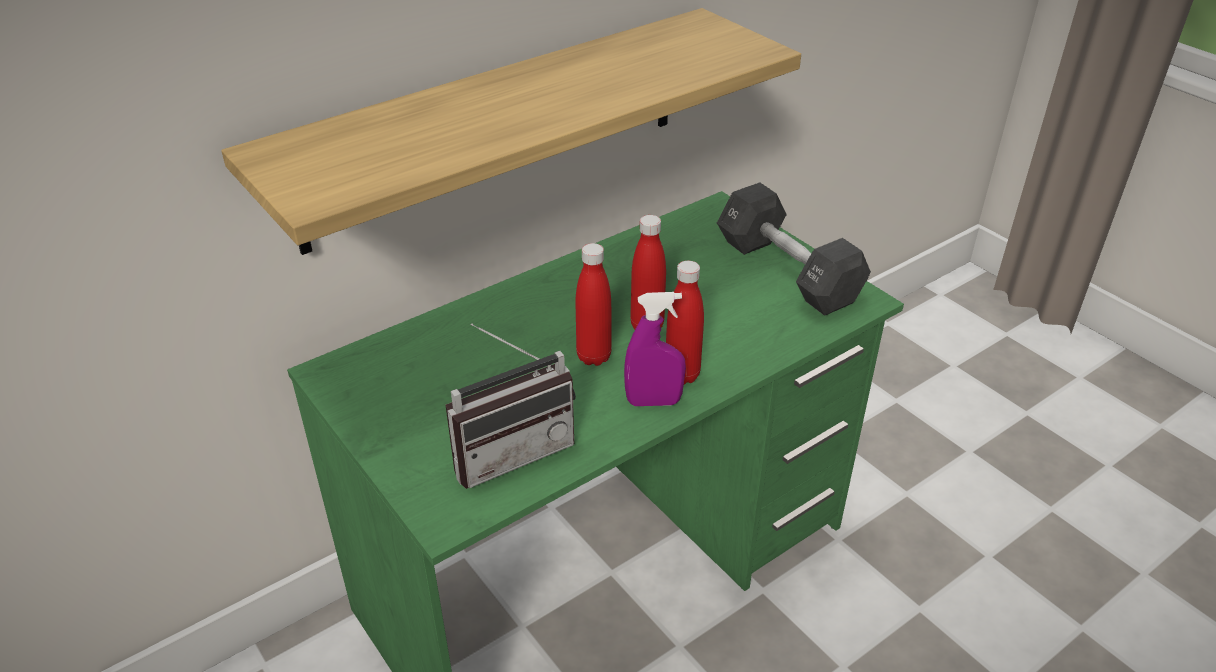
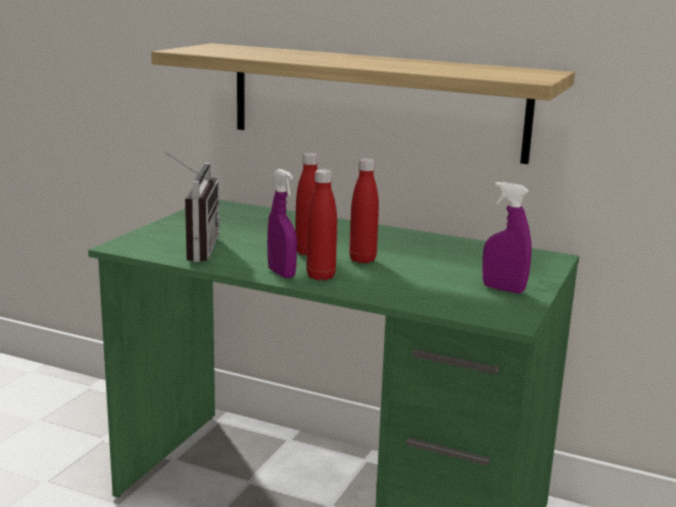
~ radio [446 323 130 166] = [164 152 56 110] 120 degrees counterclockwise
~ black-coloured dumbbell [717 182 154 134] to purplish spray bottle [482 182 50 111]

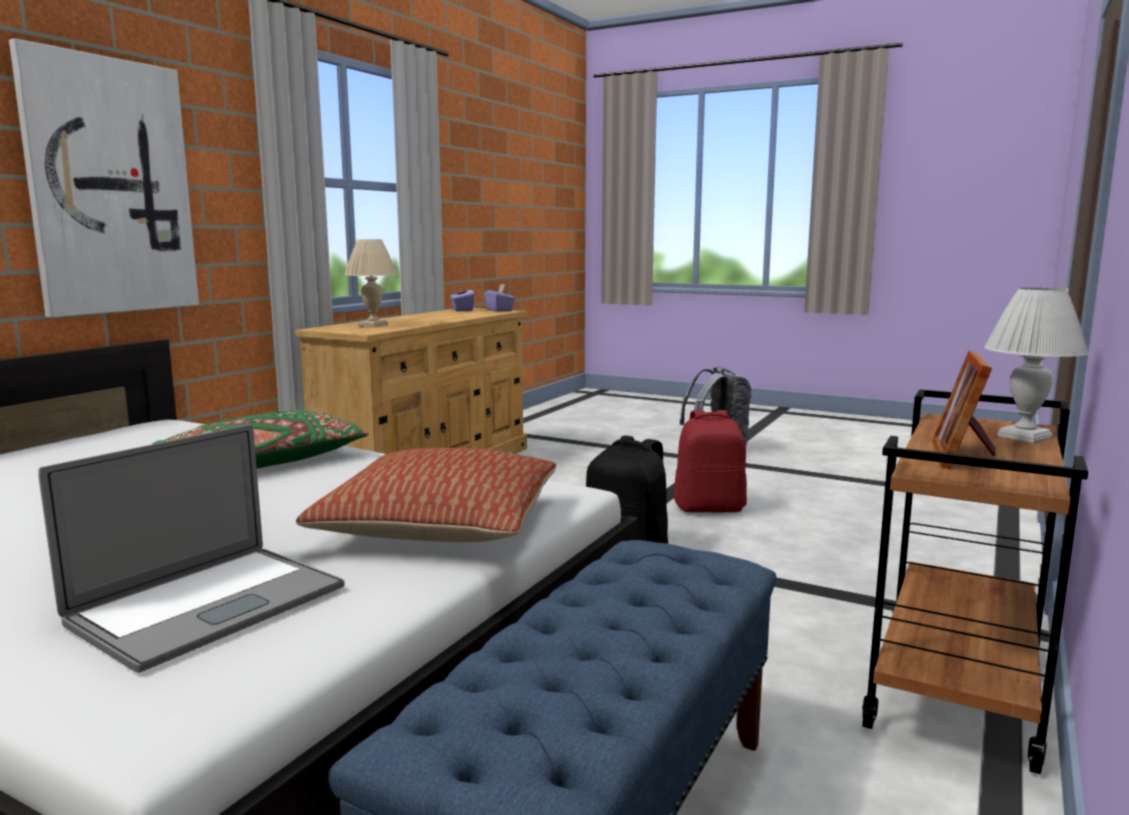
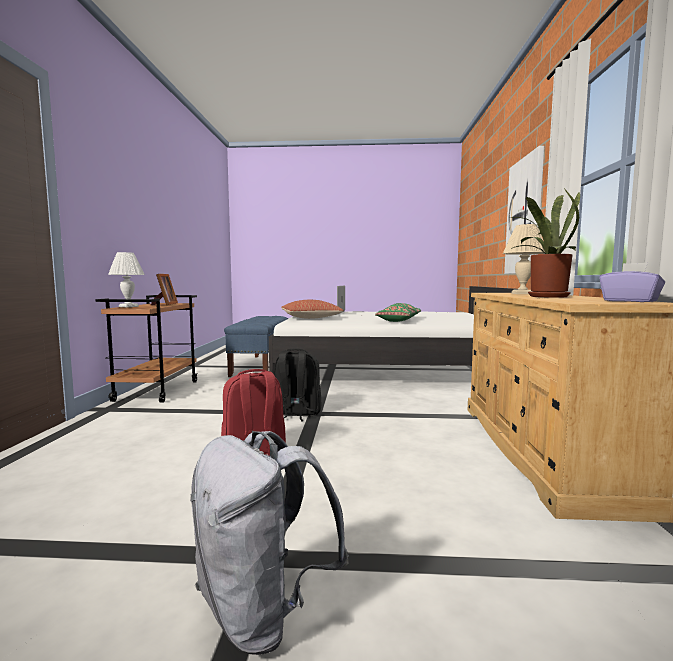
+ plant in a pot [510 188 70 110]
- purplish tissue holder [484 284 31 28]

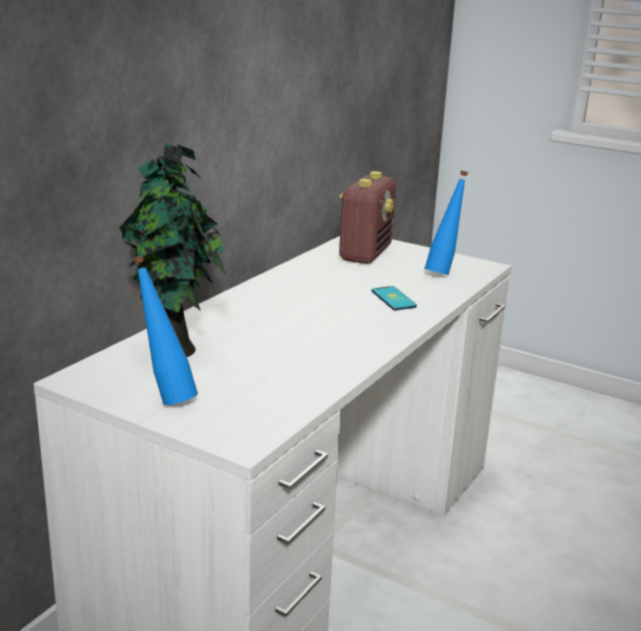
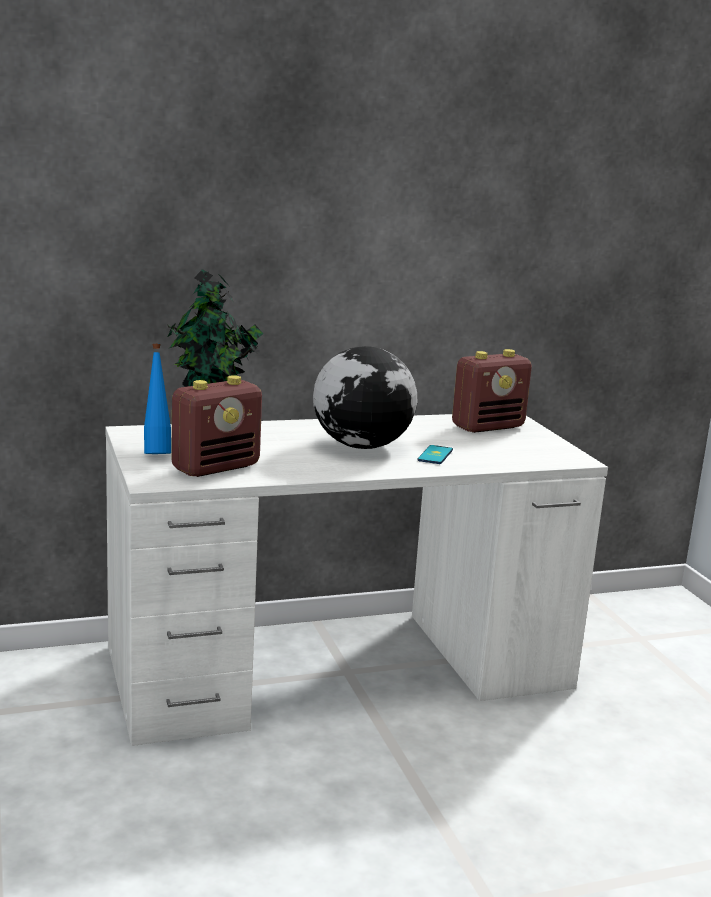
+ radio [171 375 91 102]
+ world globe [313 346 104 103]
- bluish bottle [425 171 43 104]

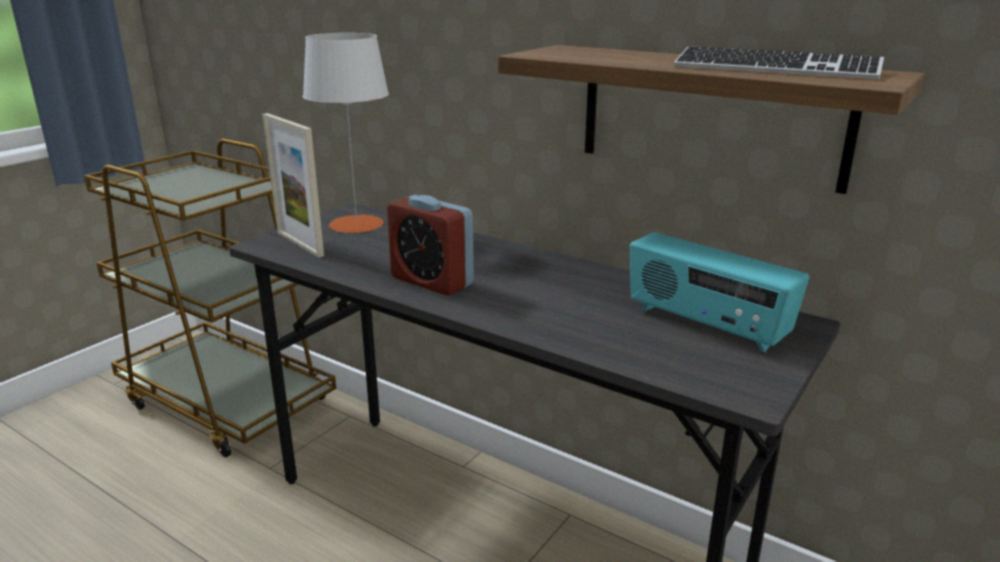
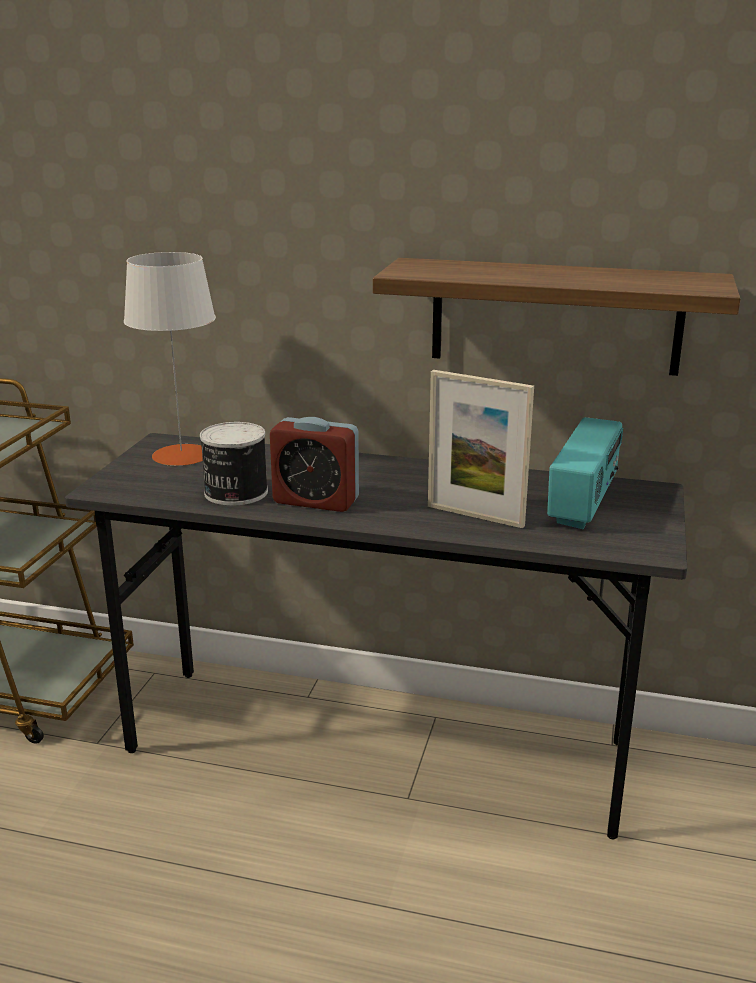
+ can [200 422 68 84]
~ photo frame [262 113 62 144] to [428 370 106 158]
~ radio [630 232 180 121] = [547 417 76 112] 90 degrees counterclockwise
- computer keyboard [674 46 210 33]

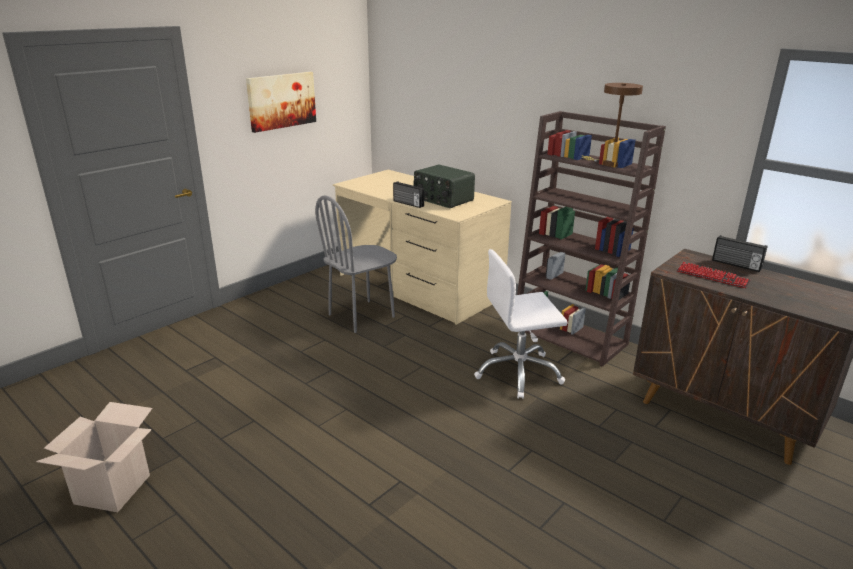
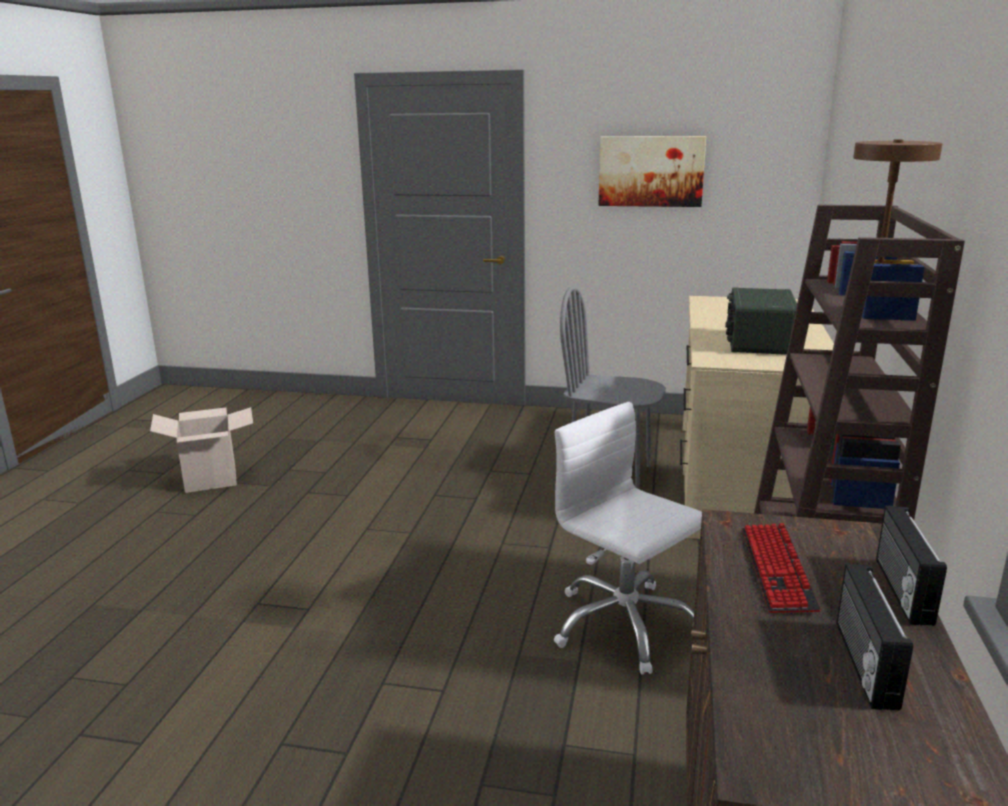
~ radio [393 181 31 27] to [837 564 76 147]

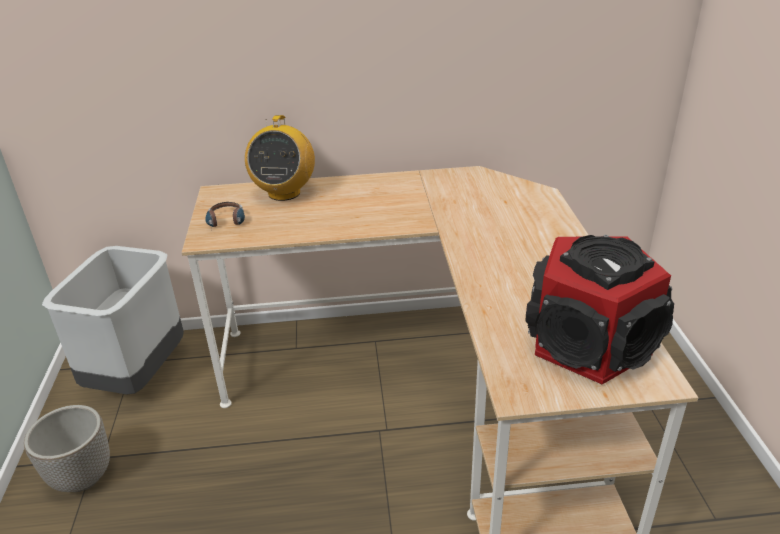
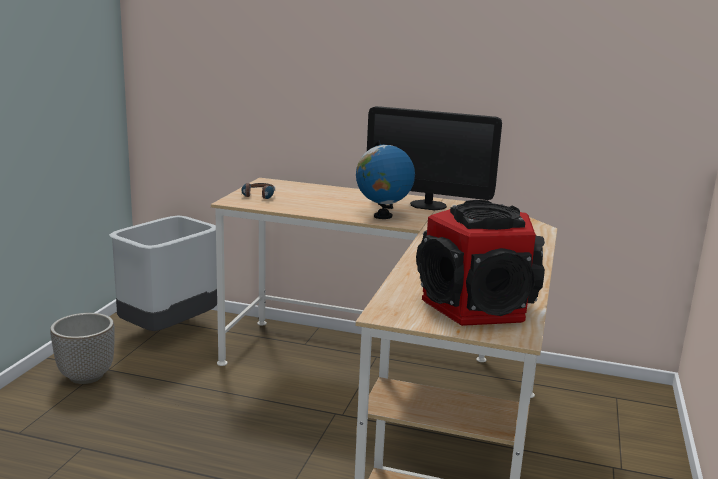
+ world globe [356 140 59 79]
+ computer display [367 106 135 104]
- radio [245 115 70 86]

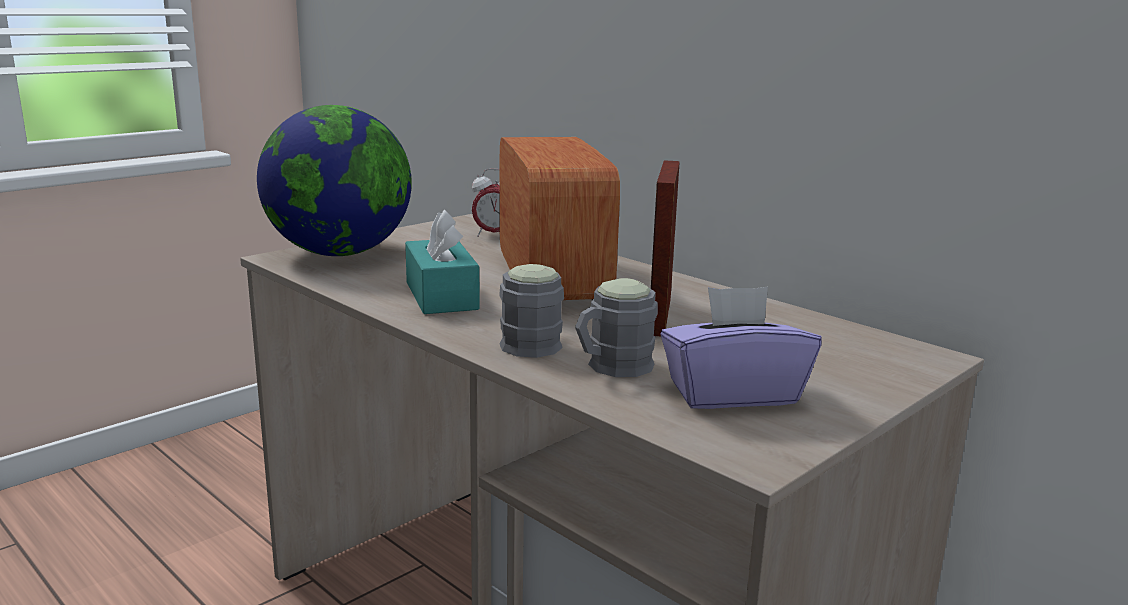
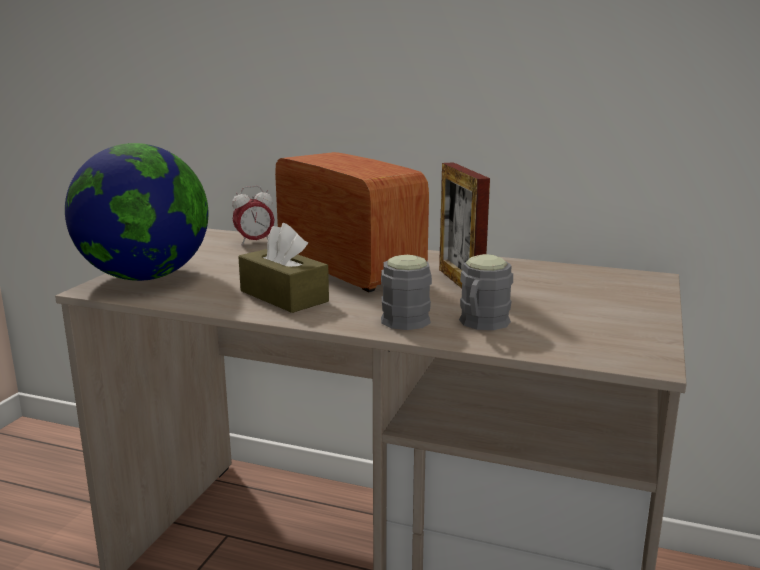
~ blue-green tissue holder [405 210 75 104] to brown-coloured tissue holder [238 223 91 90]
- purplish tissue holder [660 287 161 122]

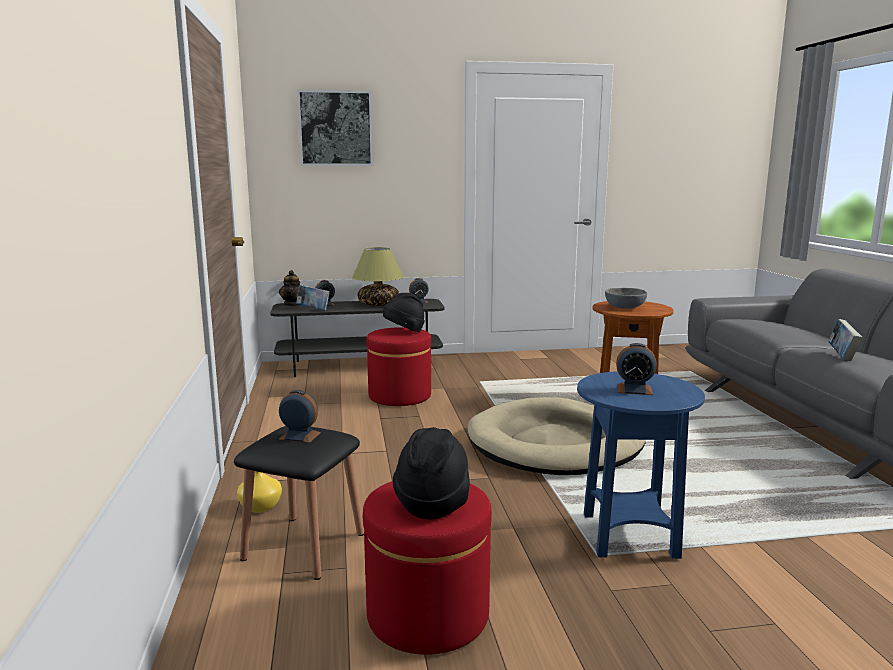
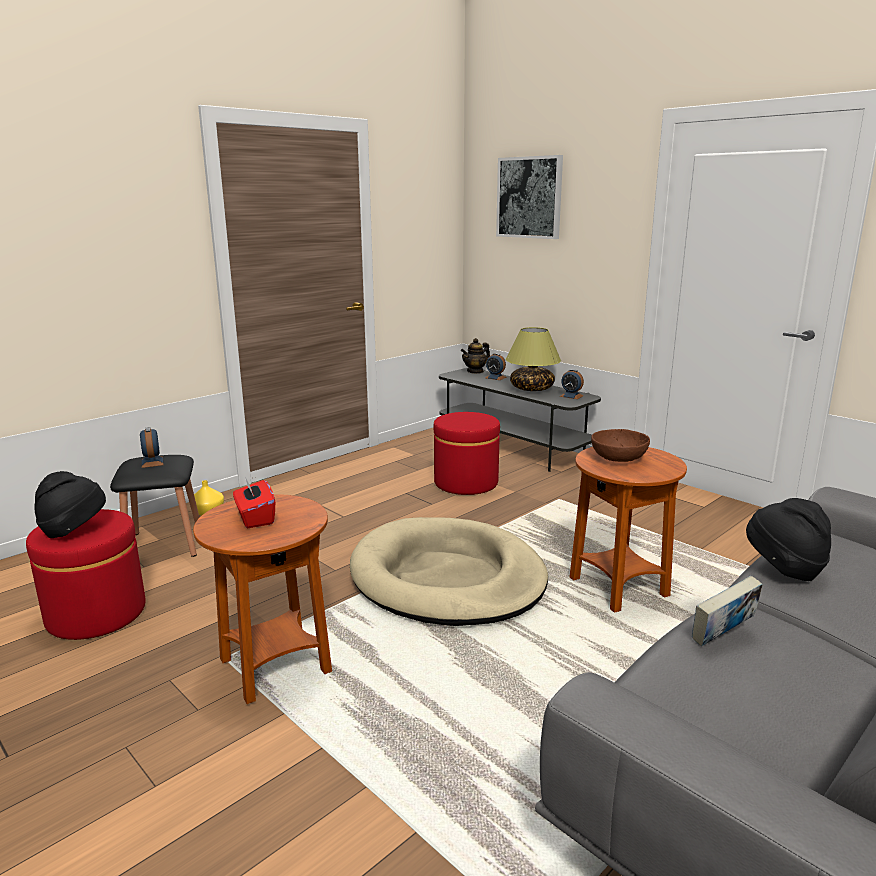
~ bluish side table [577 371 128 188] to brown-coloured side table [193 494 139 210]
~ alarm clock [616 343 41 52] to red tissue holder [233 477 42 51]
~ greyish bowl [605 288 42 21] to brown-coloured bowl [591 429 59 33]
~ black-coloured clothing hat [383 293 42 39] to [746 498 85 83]
- book [296 285 34 25]

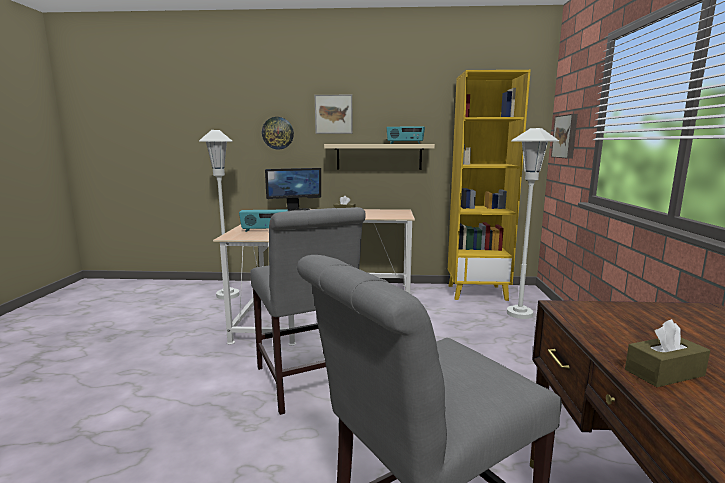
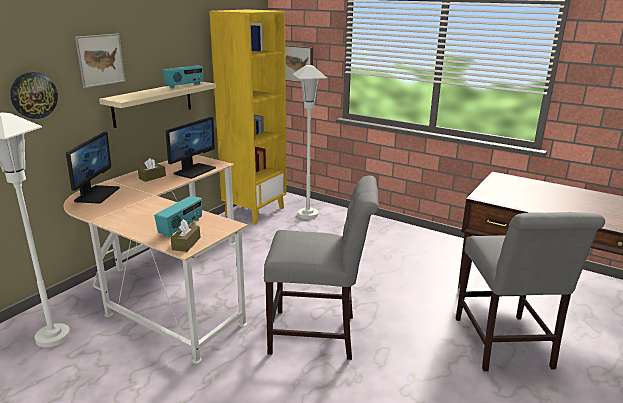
+ computer display [166 117 50 62]
~ brown-coloured tissue holder [625 319 85 68] to [171 219 30 33]

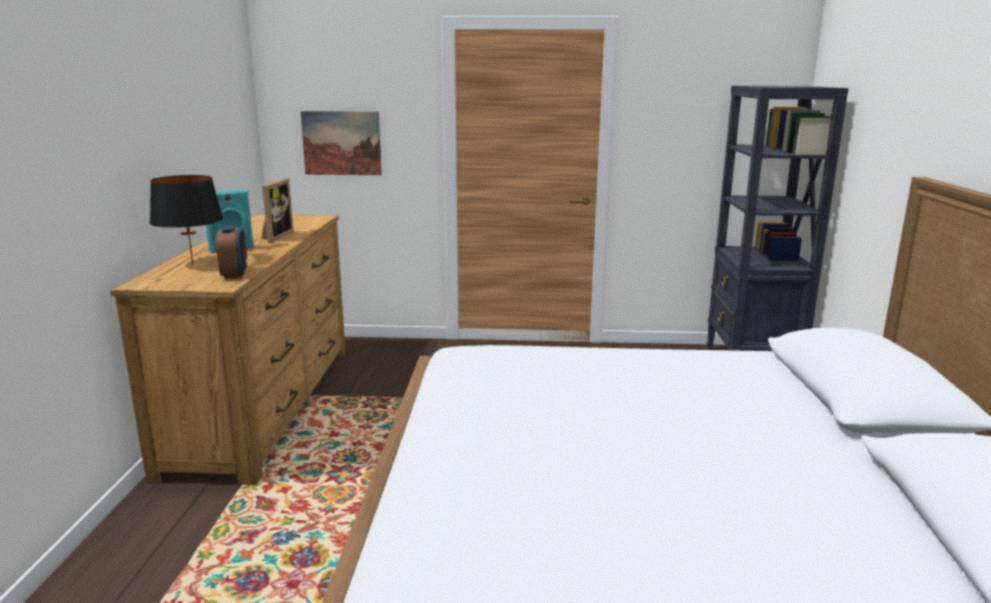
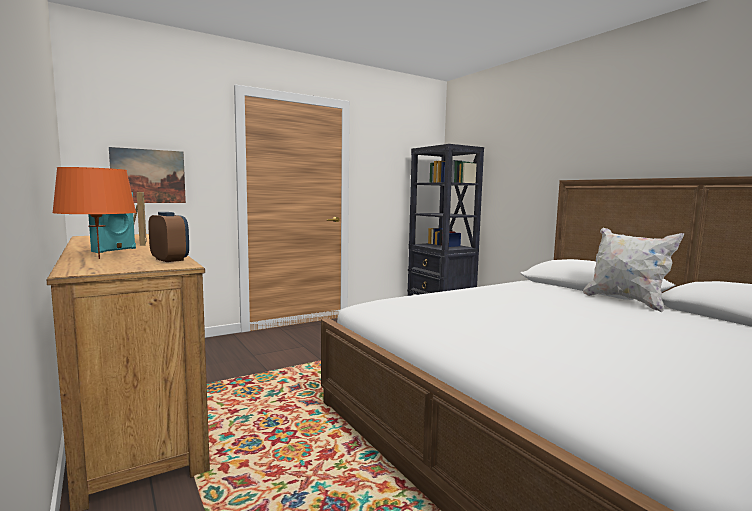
~ black-coloured table lamp [150 175 73 89] to orange table lamp [52 167 84 92]
+ whitish pillow [583 228 101 84]

